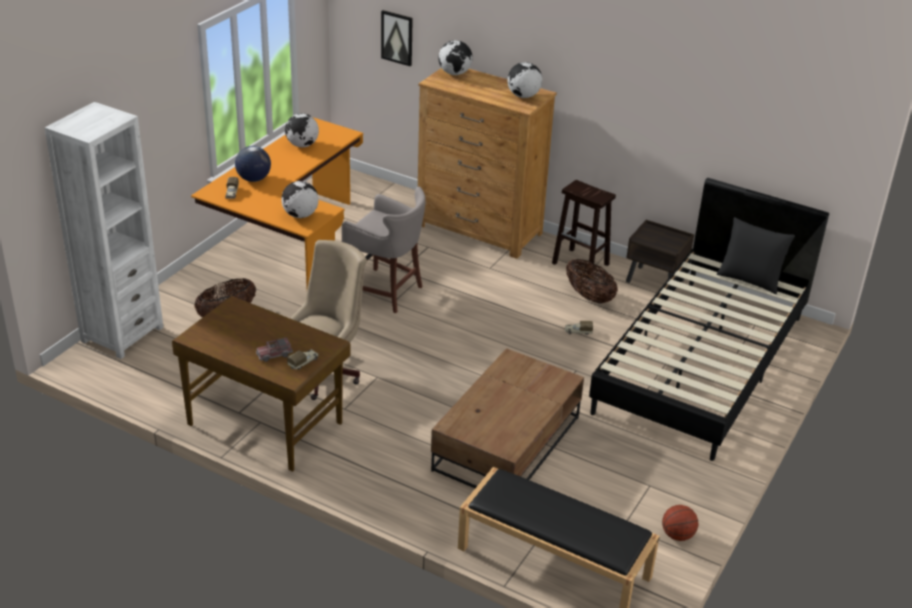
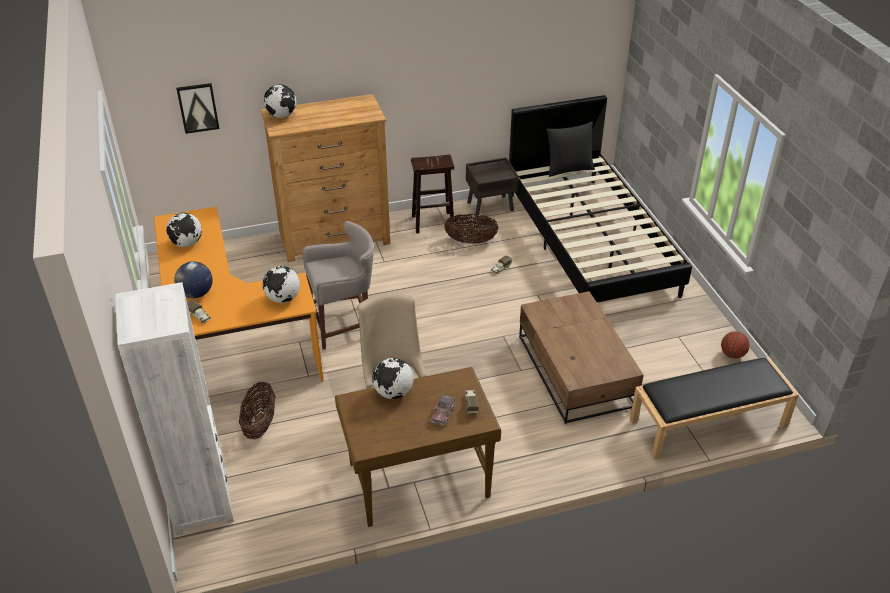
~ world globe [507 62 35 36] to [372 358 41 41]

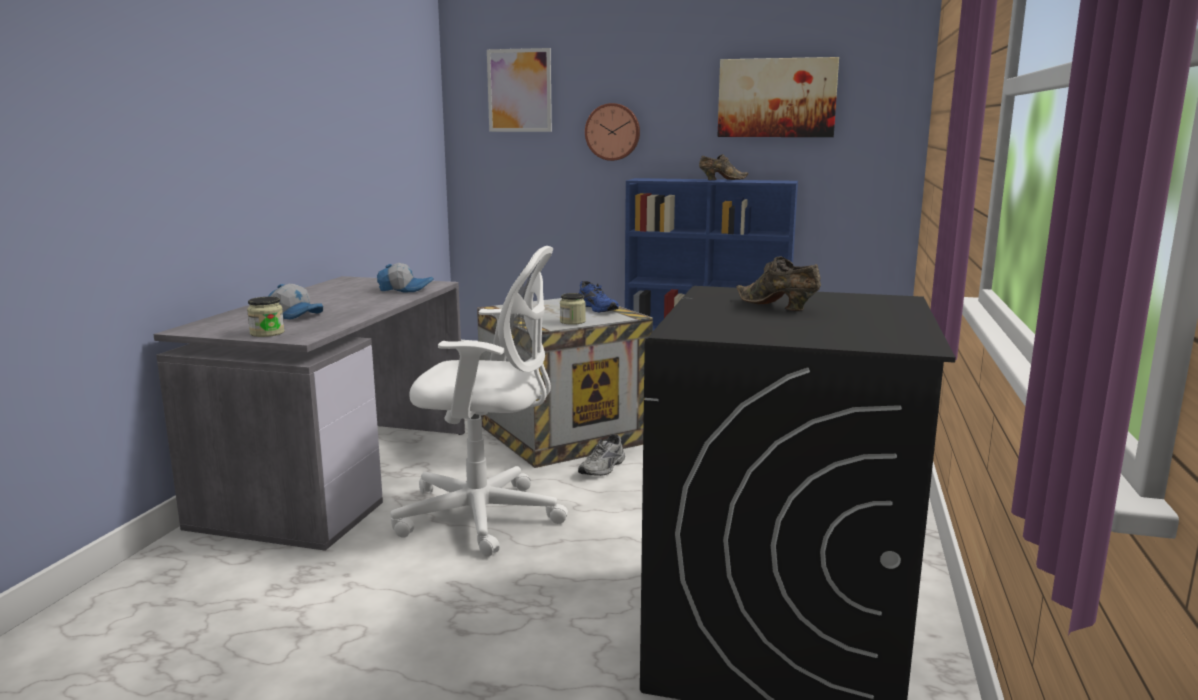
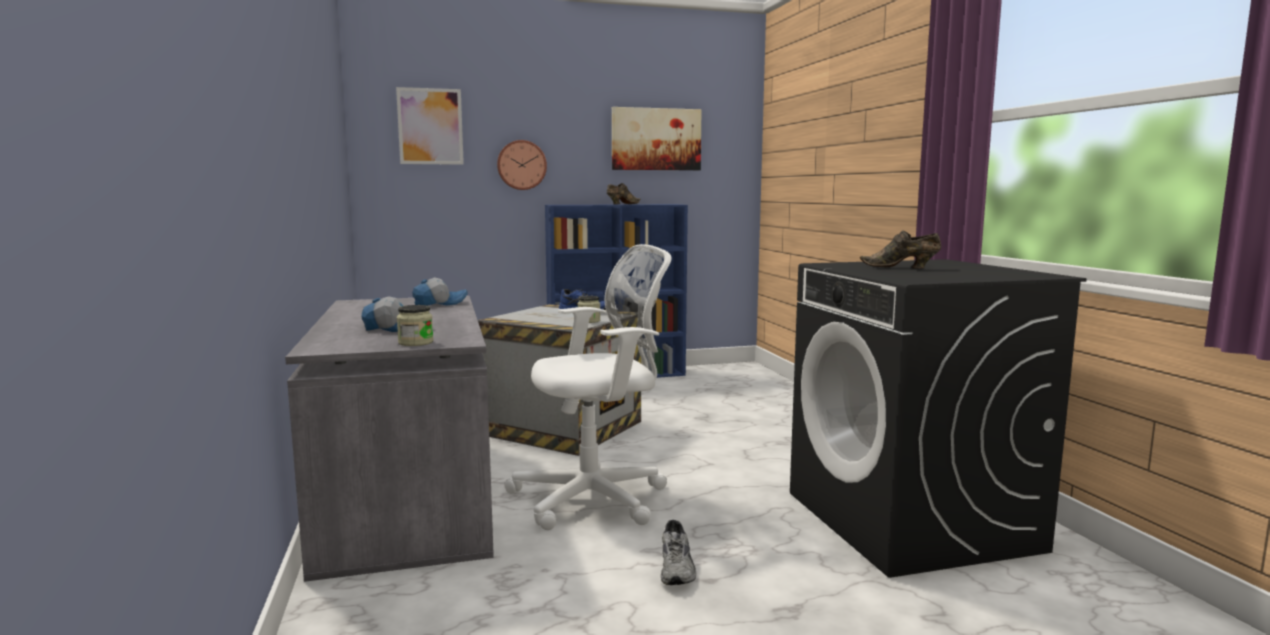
~ greyish low shoe [578 434 47 42] to [661 520 35 65]

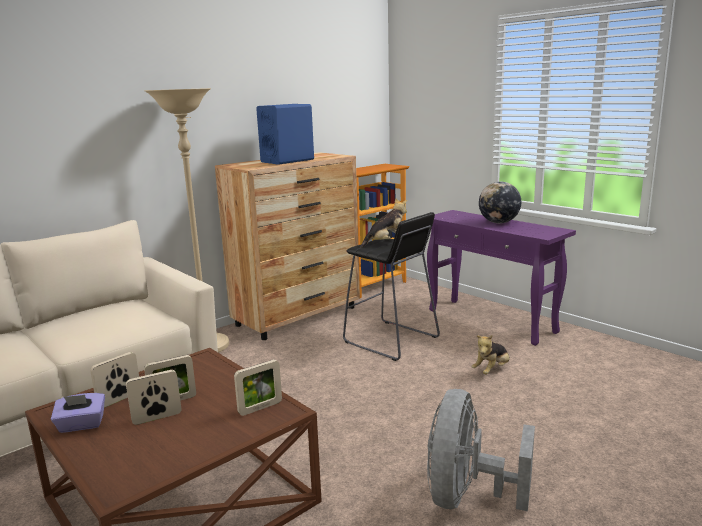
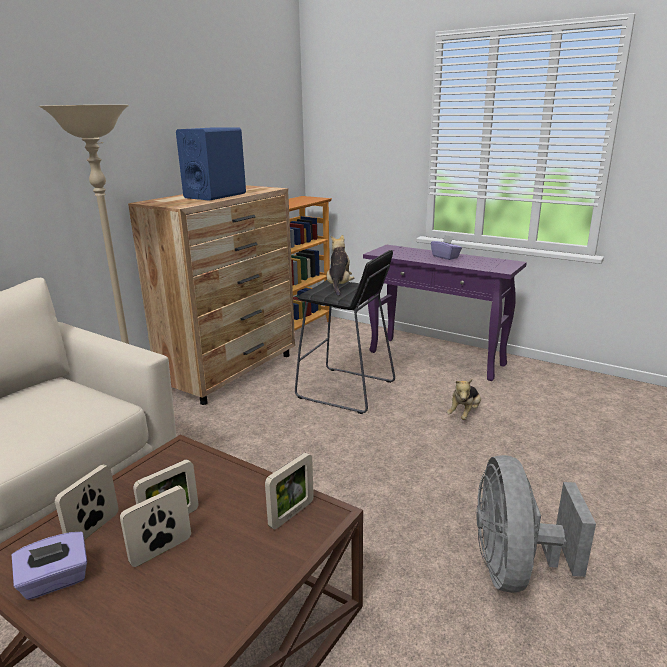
~ cuddly toy [361 198 46 50] = [327 235 27 61] 45 degrees counterclockwise
~ world globe [479 182 42 41] to purplish tissue holder [431 235 31 25]

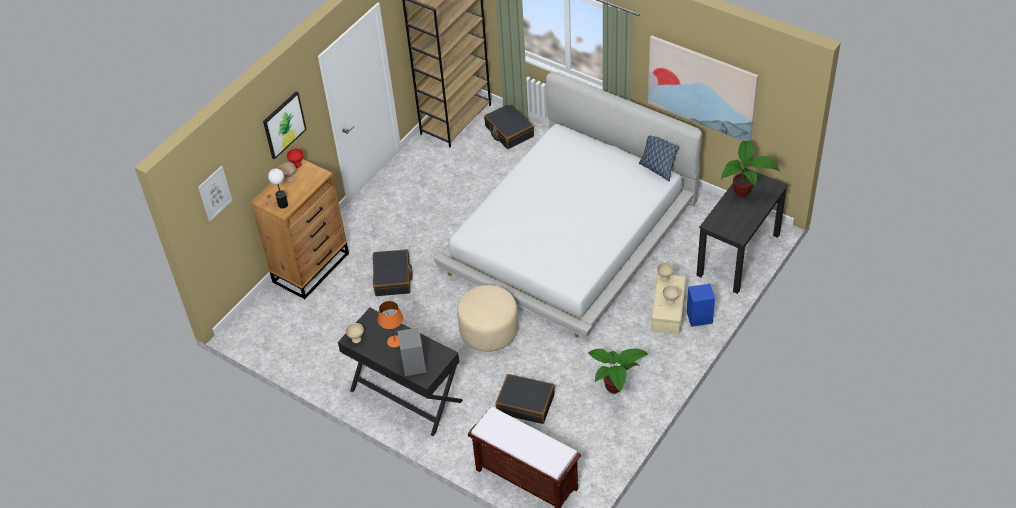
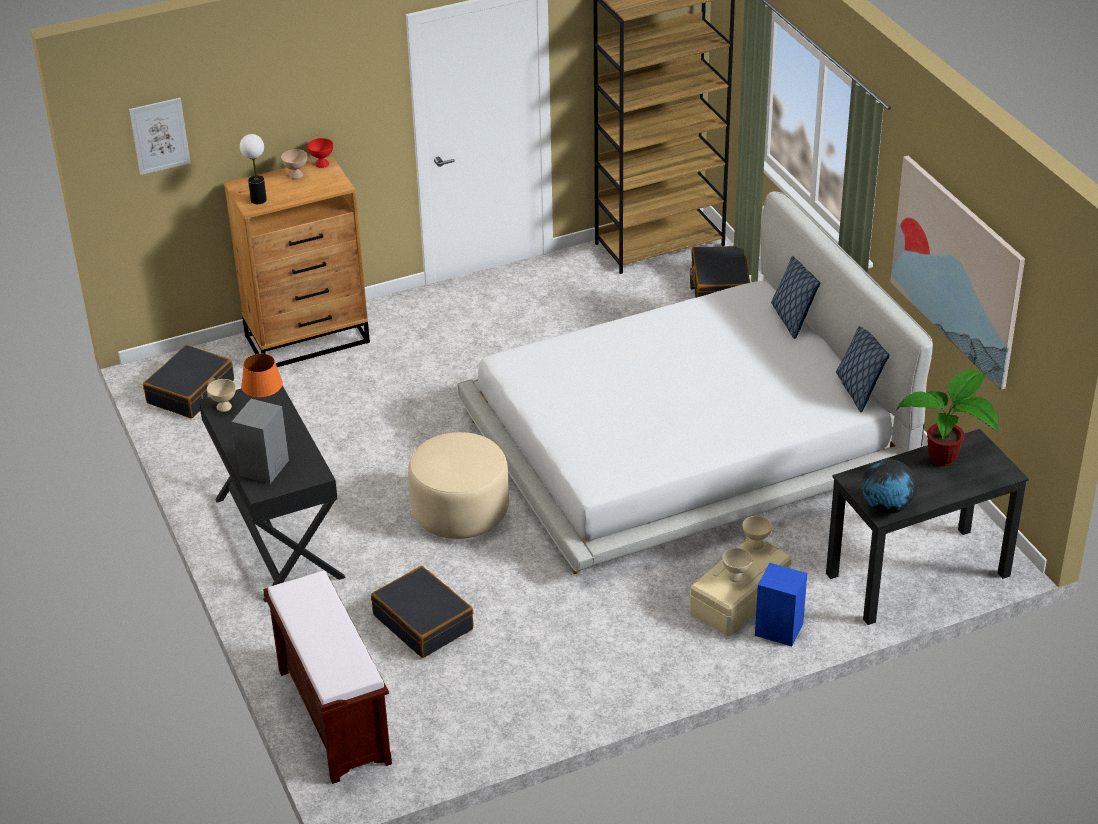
~ black-coloured suitcase [373 249 40 47] to [143 345 91 73]
+ pillow [771 256 49 83]
+ world globe [862 459 55 55]
- picture [263 92 44 67]
- plant in a pot [588 348 60 46]

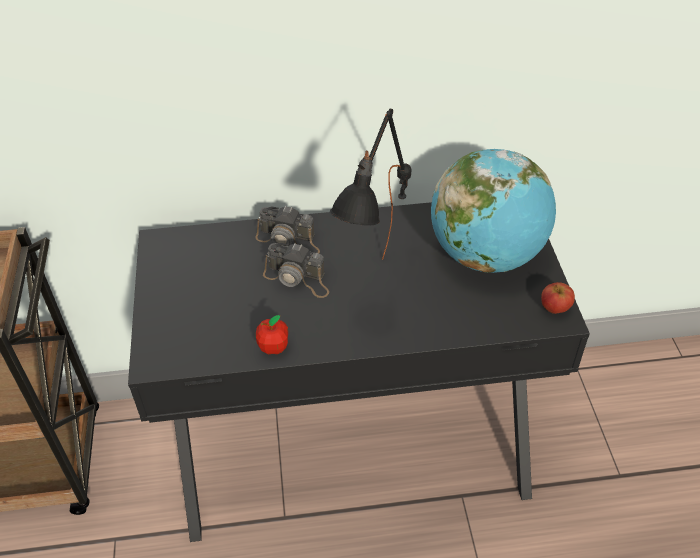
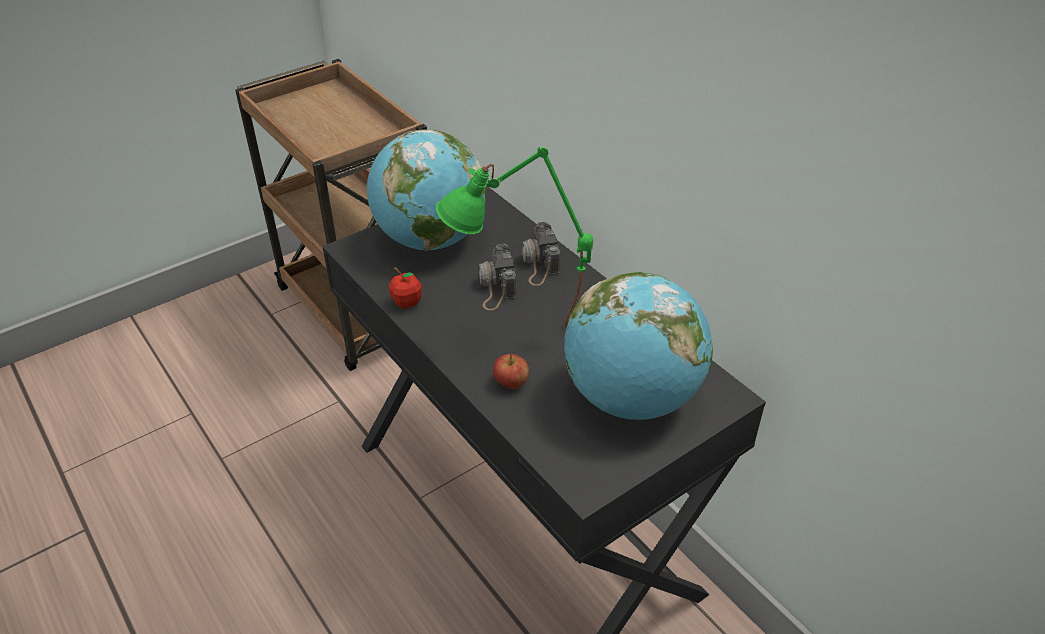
+ world globe [367 129 120 122]
~ black-coloured table lamp [330 109 82 151] to green-coloured table lamp [436 147 157 181]
~ whole apple [541 282 34 32] to [493 354 36 35]

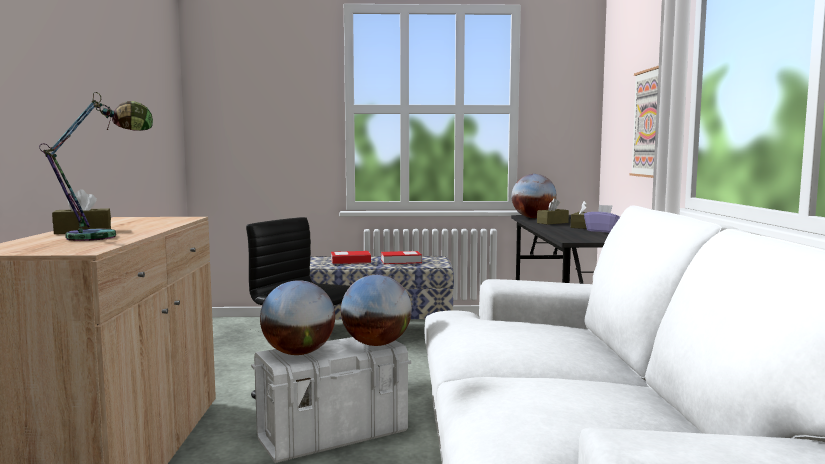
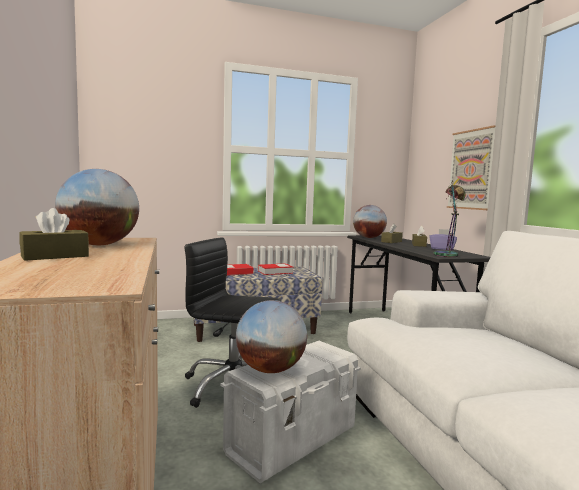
~ world globe [341 275 71 71] to [55 169 84 76]
~ table lamp [39 92 114 149] to [434 184 32 73]

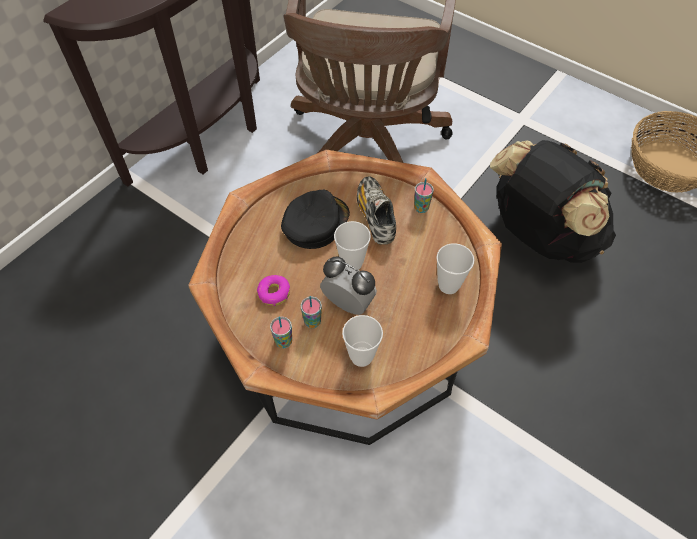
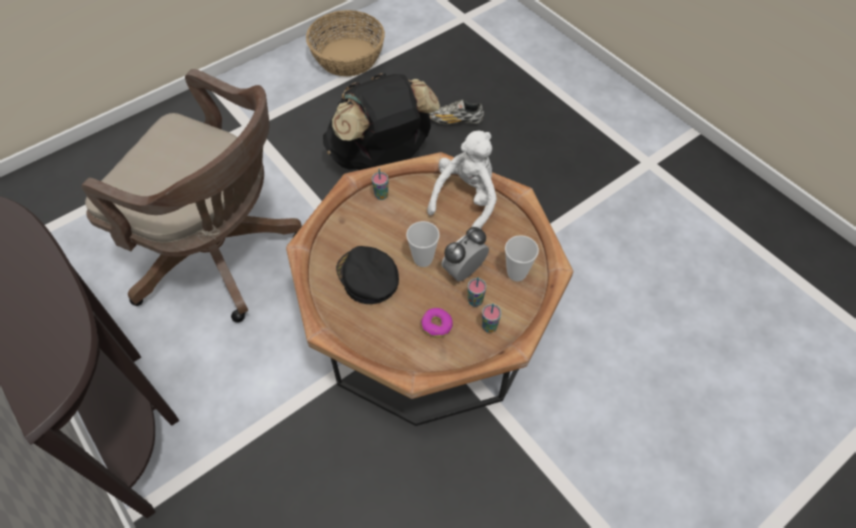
~ cup [436 243 38 51] to whitish cuddly toy [427 131 70 97]
~ low shoe [357 176 39 69] to [429 100 55 25]

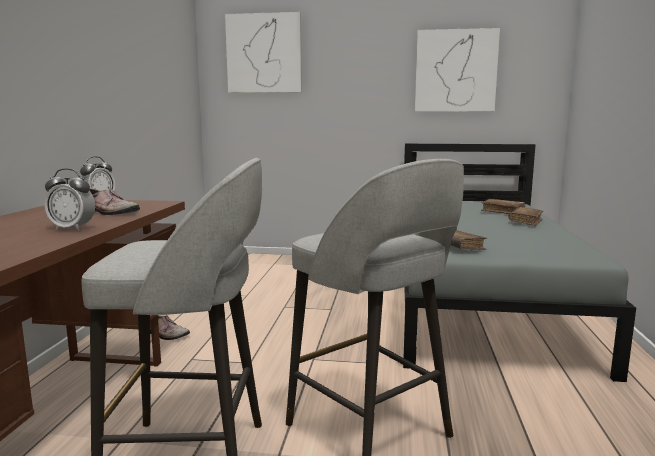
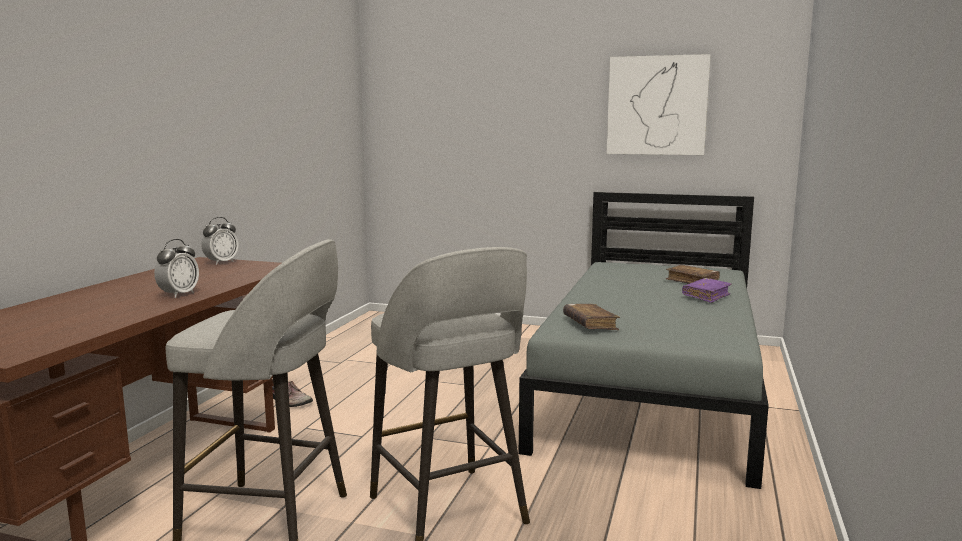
~ alarm clock [44 168 51 63] = [154 239 45 59] 90 degrees counterclockwise
~ brown-coloured book [509 207 35 19] to purplish book [682 278 50 25]
- low shoe [90 189 50 26]
- picture [225 12 77 81]

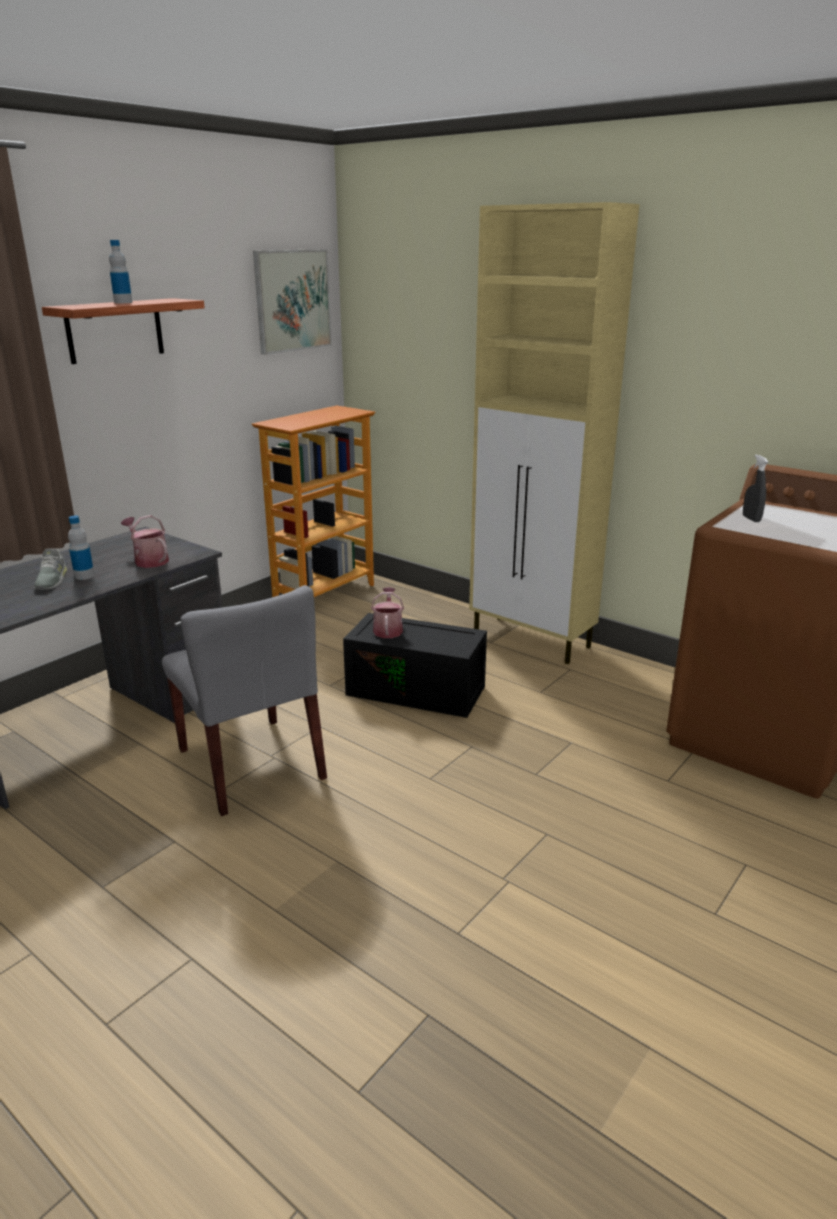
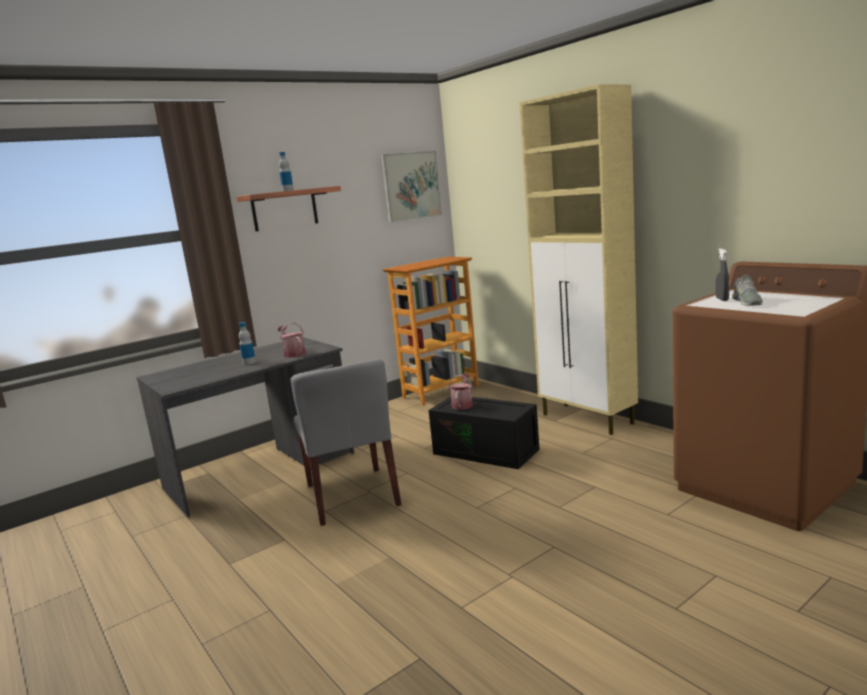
~ greyish low shoe [34 549 33 41] to [732 275 31 31]

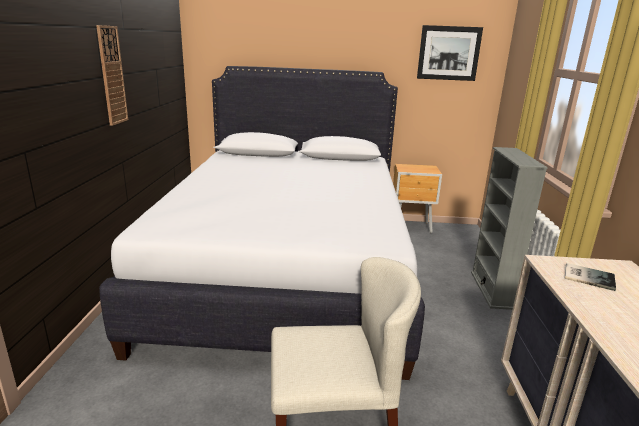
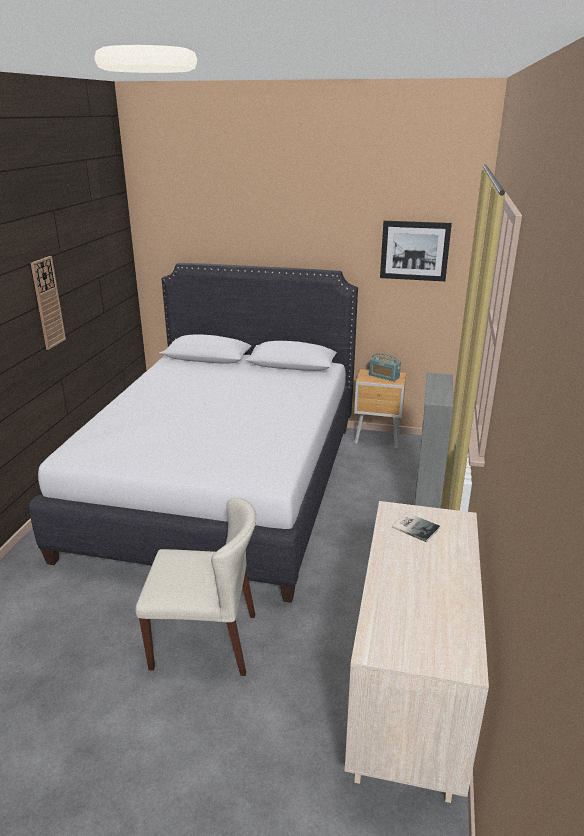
+ radio [369 353 32 28]

